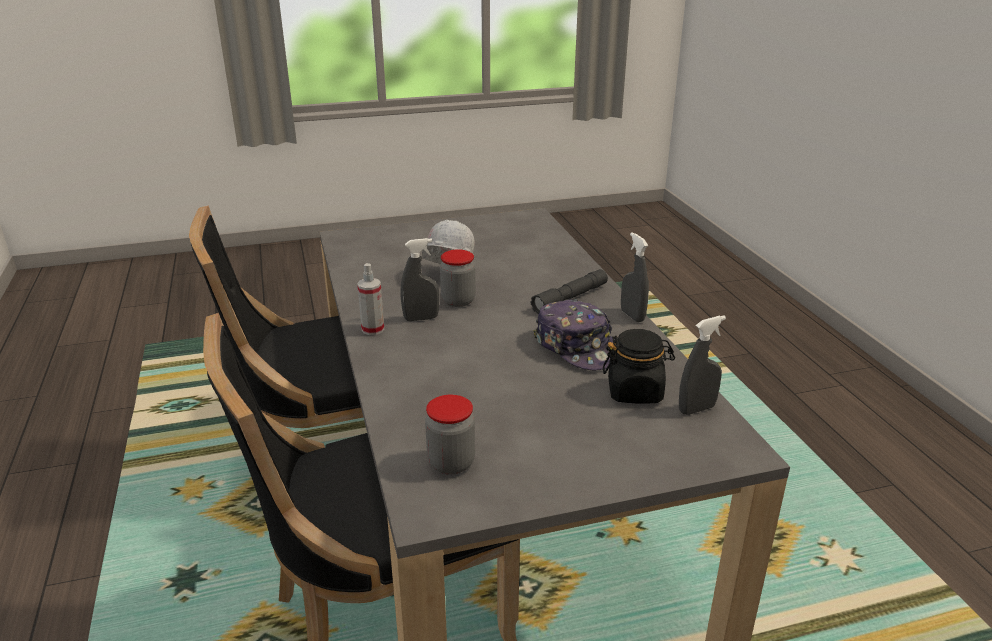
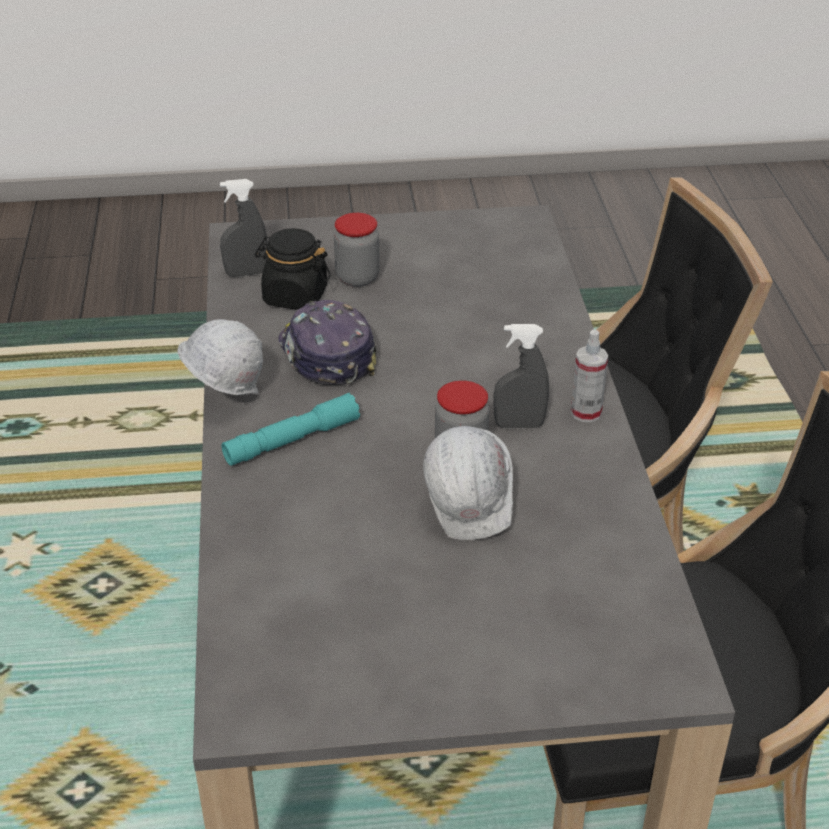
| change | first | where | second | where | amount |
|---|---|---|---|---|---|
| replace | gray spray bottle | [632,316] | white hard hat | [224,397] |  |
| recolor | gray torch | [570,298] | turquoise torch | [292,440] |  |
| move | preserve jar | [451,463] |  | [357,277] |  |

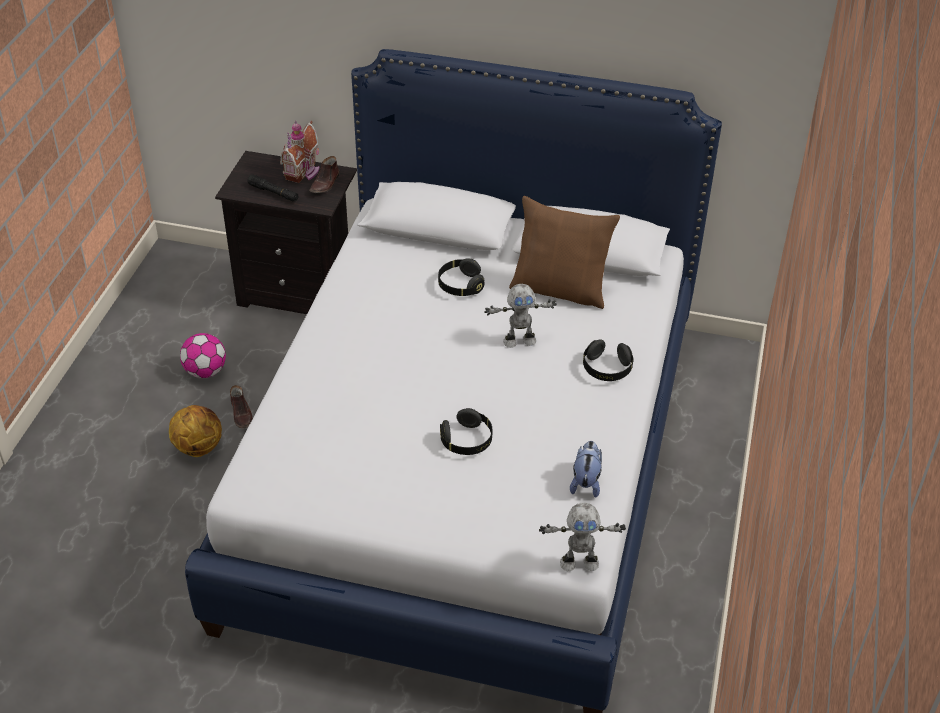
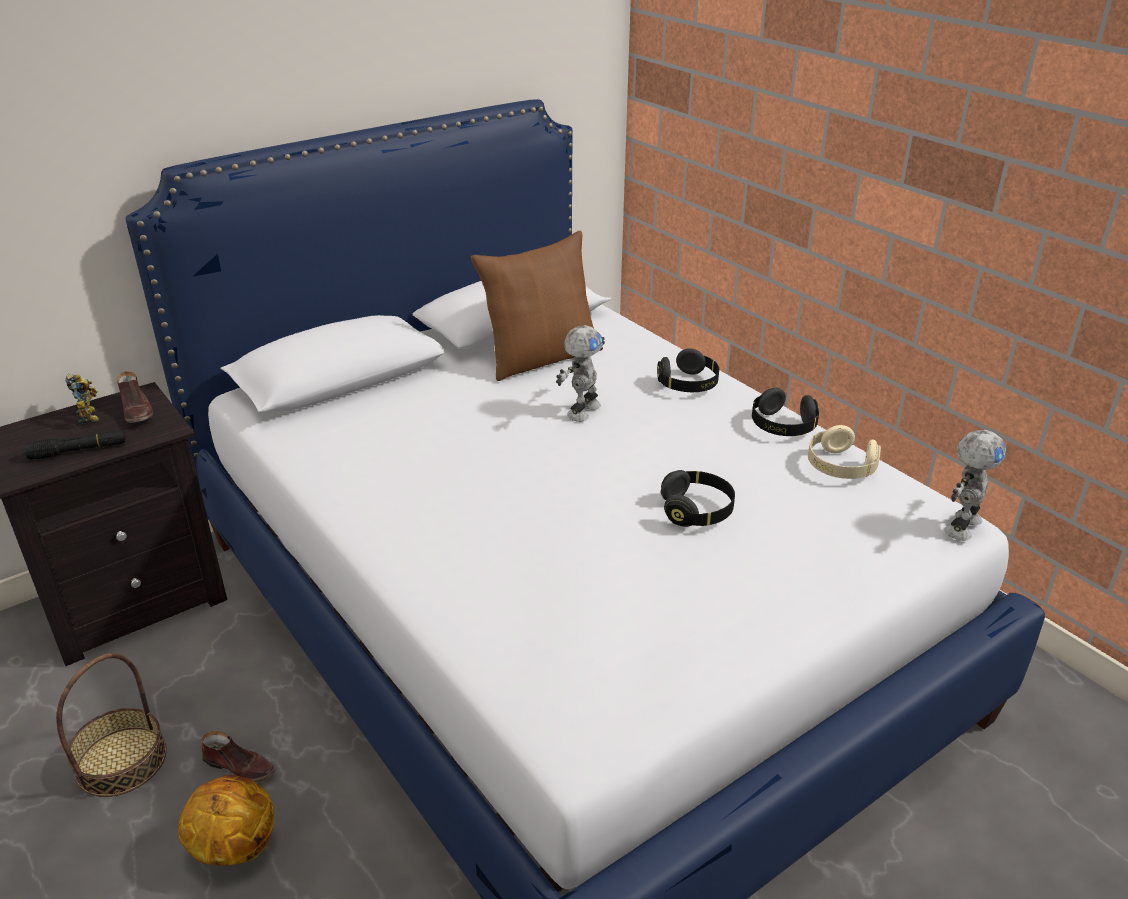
| change | first | where | second | where | amount |
|---|---|---|---|---|---|
| replace | model house | [304,172] | model robot | [90,415] |  |
| move | black-coloured headset | [460,285] |  | [782,426] |  |
| replace | ball for football | [205,371] | storage basket | [121,761] |  |
| replace | soft toy | [586,482] | beige-coloured headset | [840,467] |  |

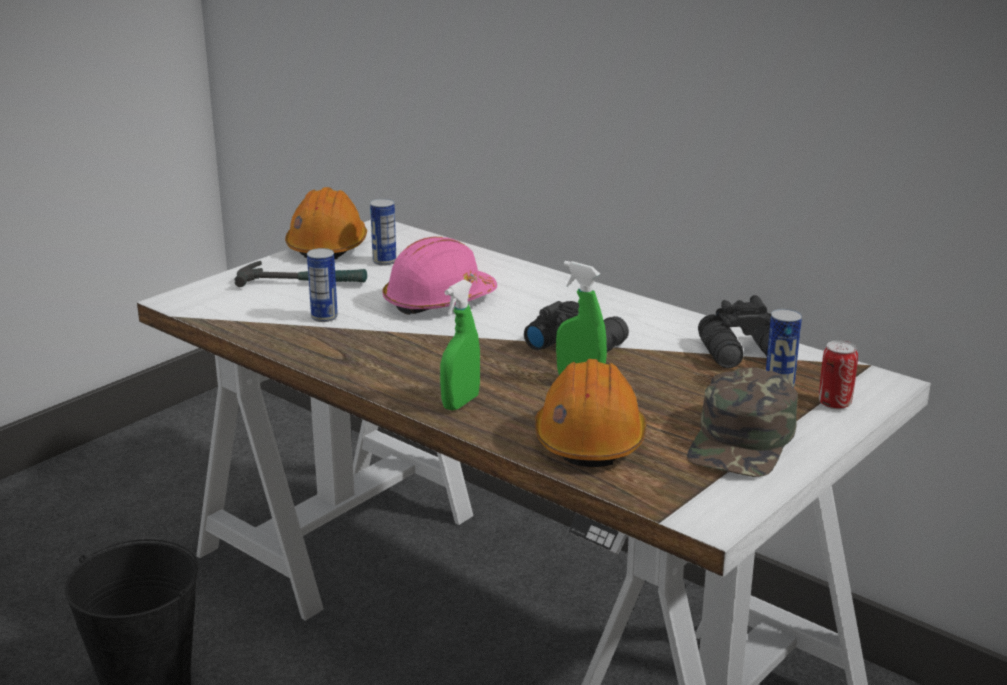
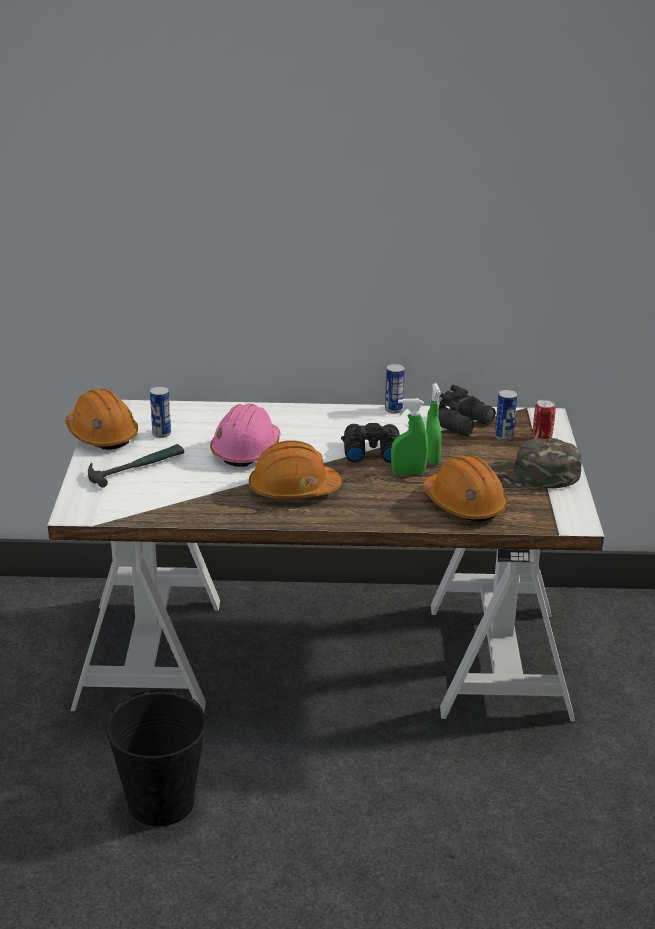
| change | first | where | second | where | amount |
|---|---|---|---|---|---|
| move | sealed can | [324,317] |  | [393,409] |  |
| move | greenish spray bottle | [460,402] |  | [432,459] |  |
| rotate | greenish peaked cap | [743,441] |  | [532,475] | 105 degrees clockwise |
| insert |  |  | orange-coloured hard hat | [293,489] |  |

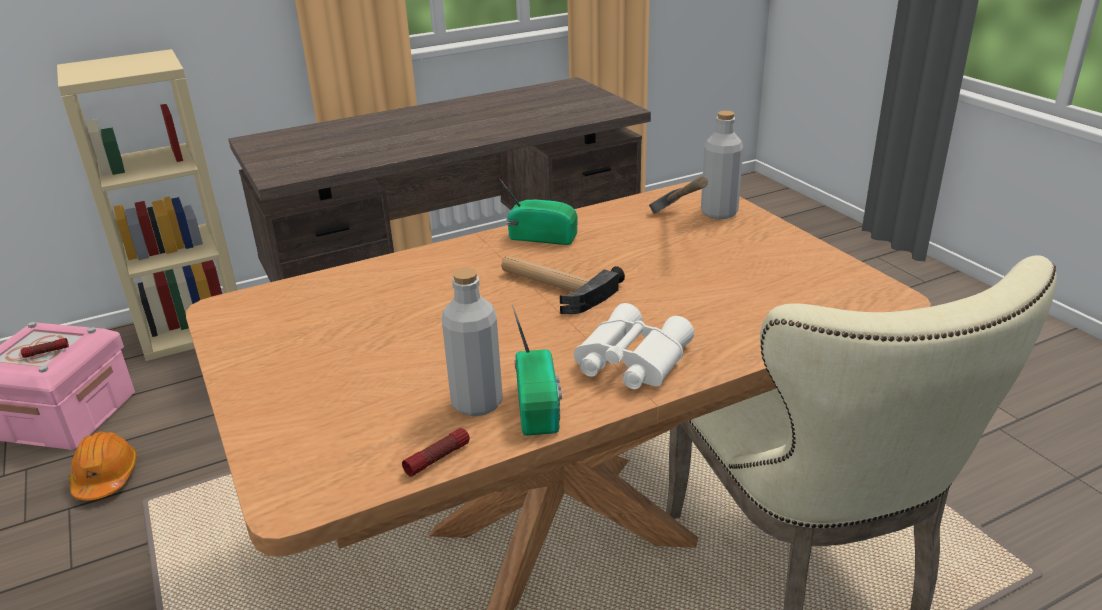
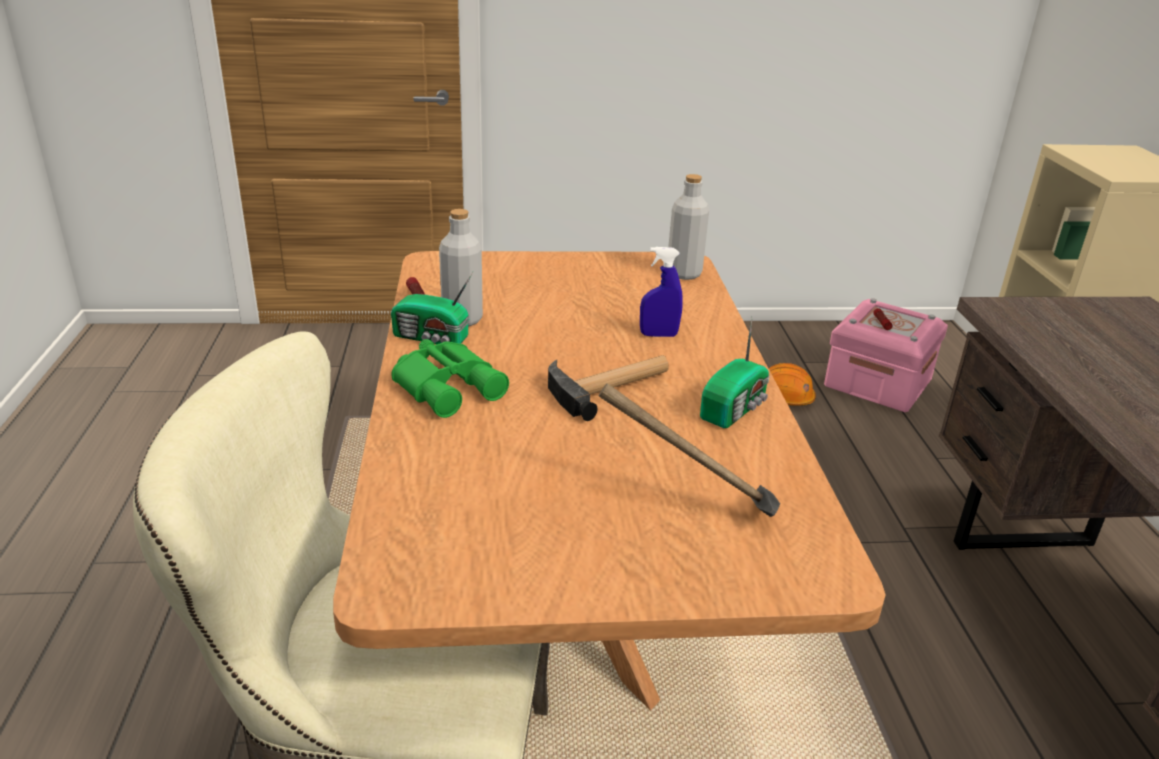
| change | first | where | second | where | amount |
|---|---|---|---|---|---|
| move | gray beverage bottle | [719,213] |  | [684,273] |  |
| recolor | white pair of binoculars | [629,360] | greenish pair of binoculars | [449,386] |  |
| insert |  |  | blue-coloured spray bottle | [658,335] |  |

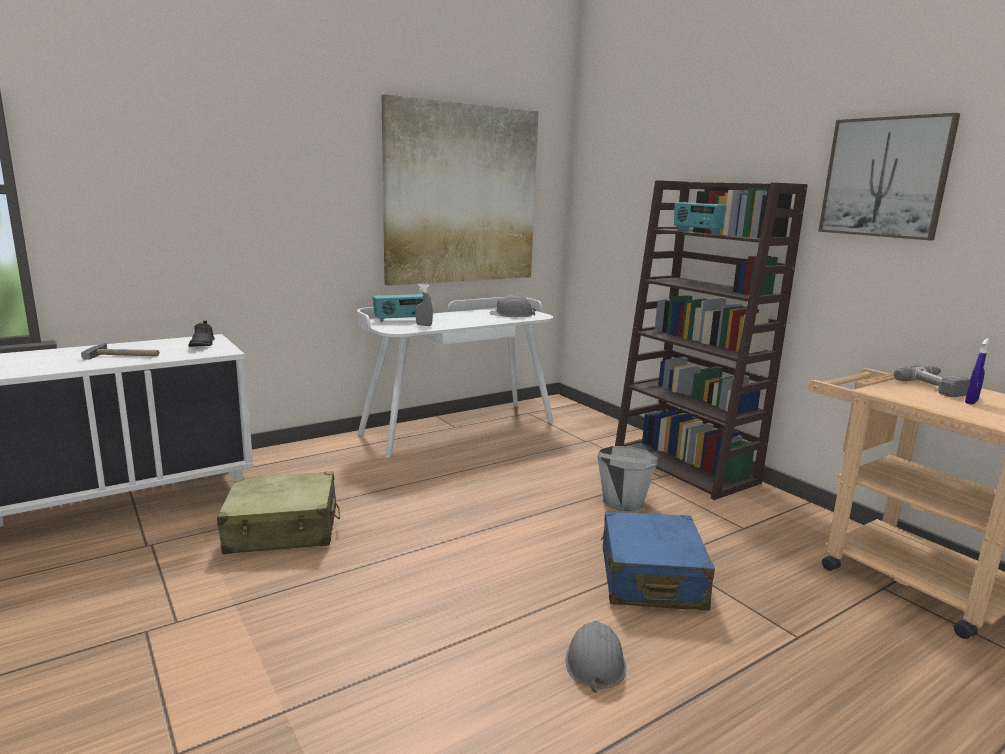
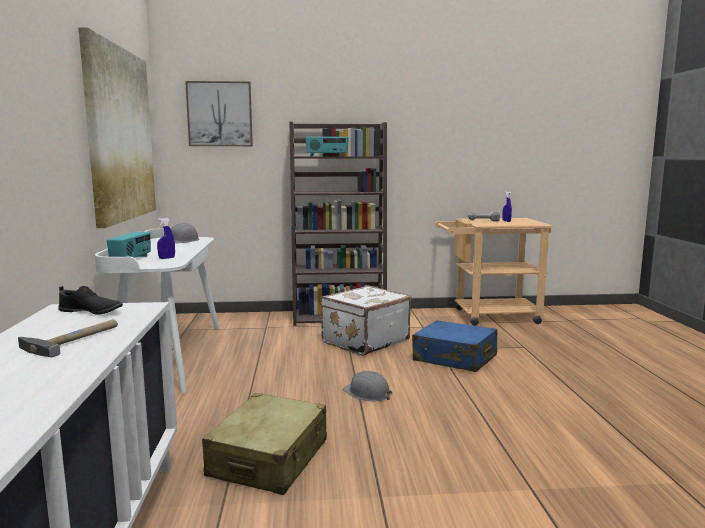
| change | first | where | second | where | amount |
|---|---|---|---|---|---|
| move | wall art | [885,177] |  | [220,114] |  |
| recolor | gray spray bottle | [424,325] | blue-coloured spray bottle | [166,258] |  |
| replace | gray bucket | [623,502] | white travel case | [364,341] |  |
| move | gray hard hat | [594,661] |  | [367,393] |  |

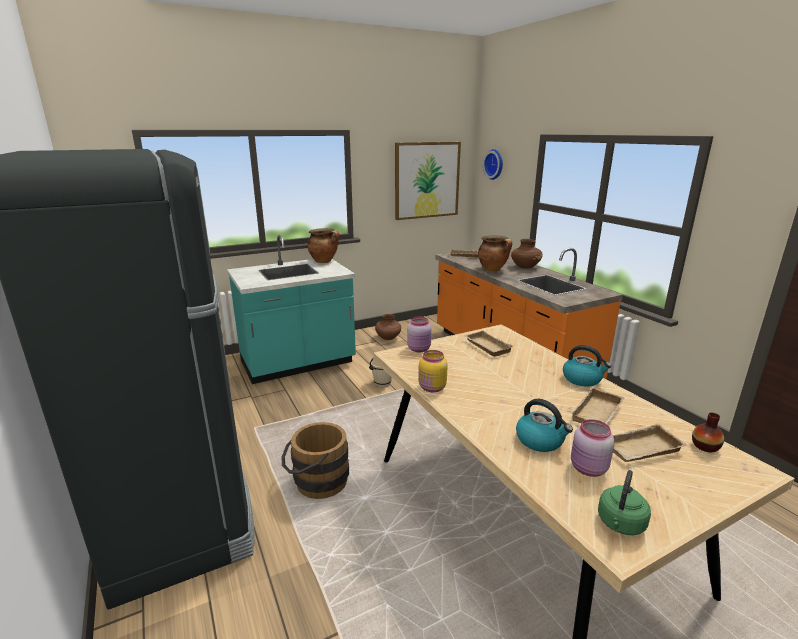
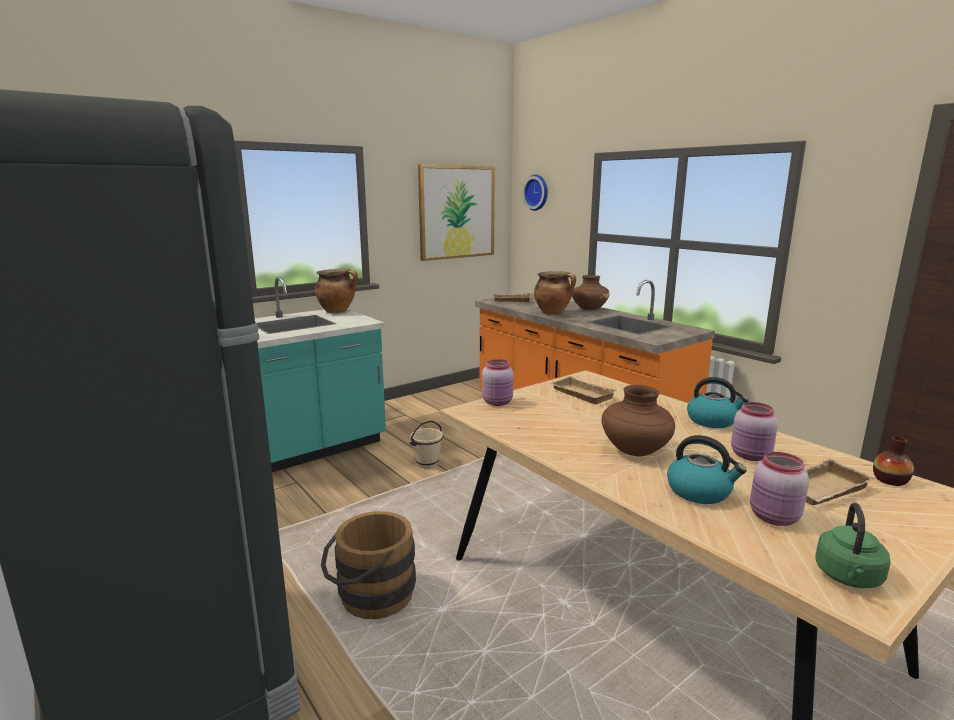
| change | first | where | second | where | amount |
|---|---|---|---|---|---|
| move | brown decorative vase | [388,338] |  | [635,450] |  |
| delete | yellowish preserve jar | [432,388] |  |  |  |
| replace | beige-coloured carrying tray | [598,414] | pink-coloured preserve jar | [751,456] |  |

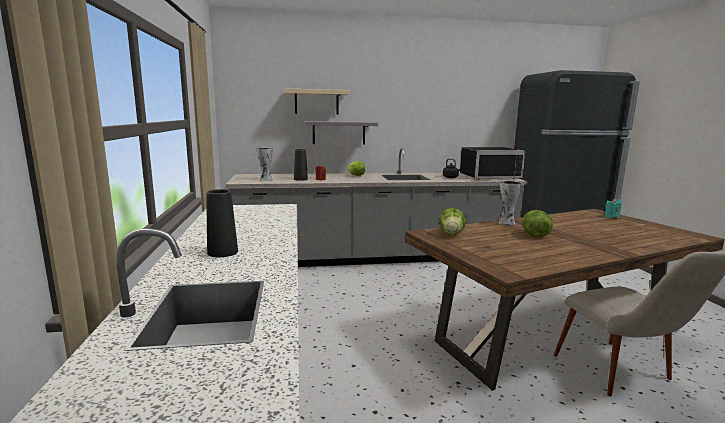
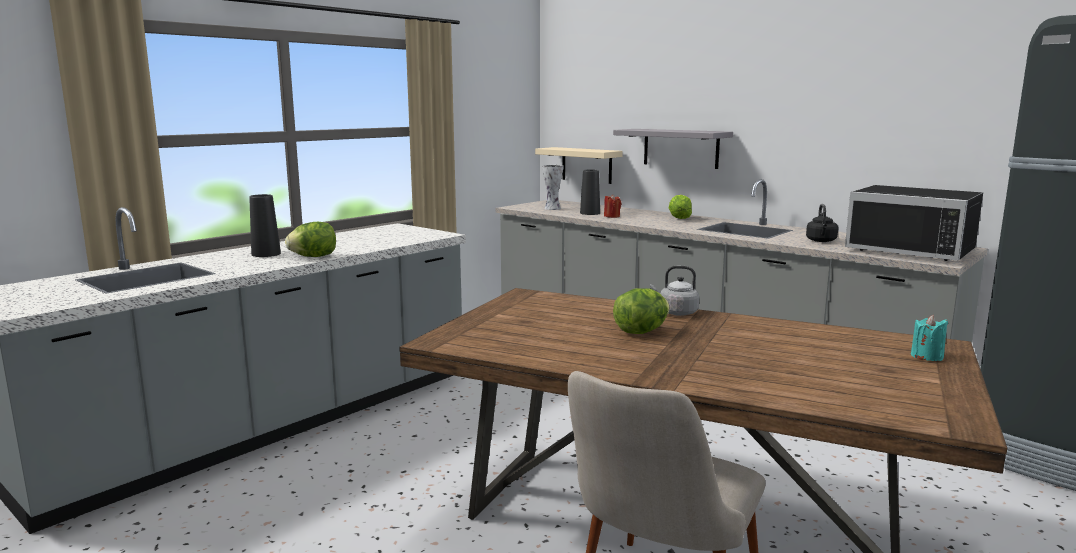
| change | first | where | second | where | amount |
|---|---|---|---|---|---|
| move | beige-coloured wall shelf | [316,102] |  | [586,165] |  |
| replace | decorative vase | [506,223] | gray water kettle | [676,312] |  |
| move | head of lettuce | [451,234] |  | [314,257] |  |

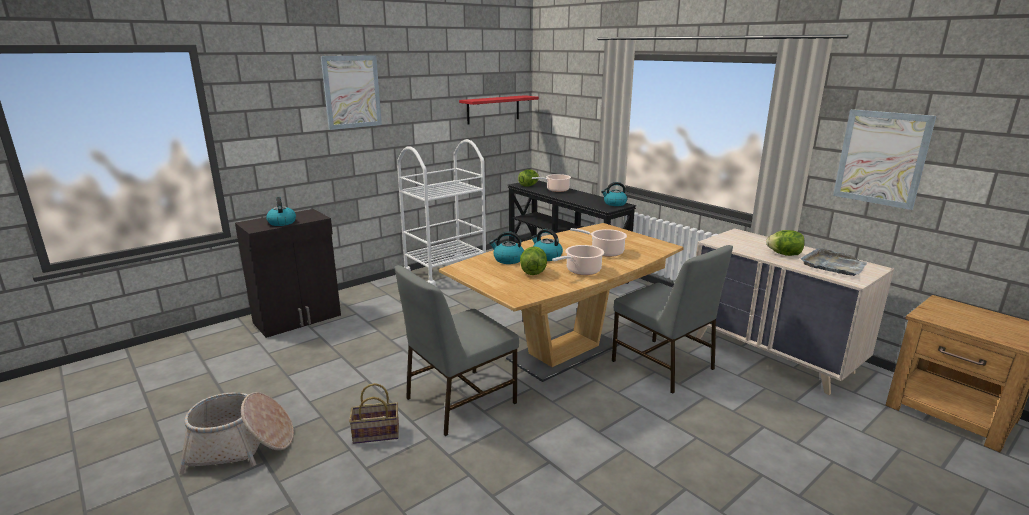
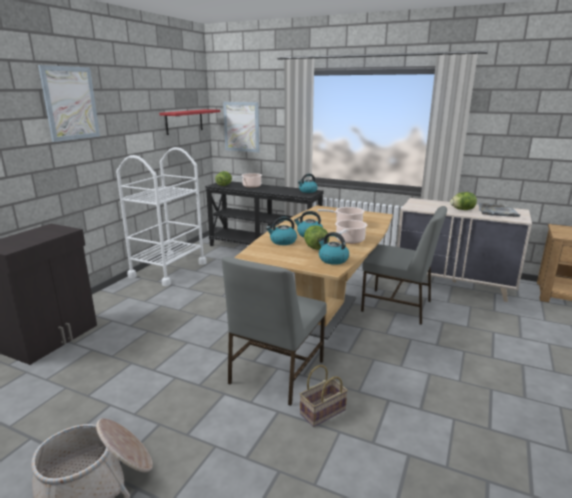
| change | first | where | second | where | amount |
|---|---|---|---|---|---|
| move | wall art | [881,158] |  | [241,127] |  |
| move | water kettle | [281,222] |  | [332,260] |  |
| move | storage basket | [375,434] |  | [322,413] |  |

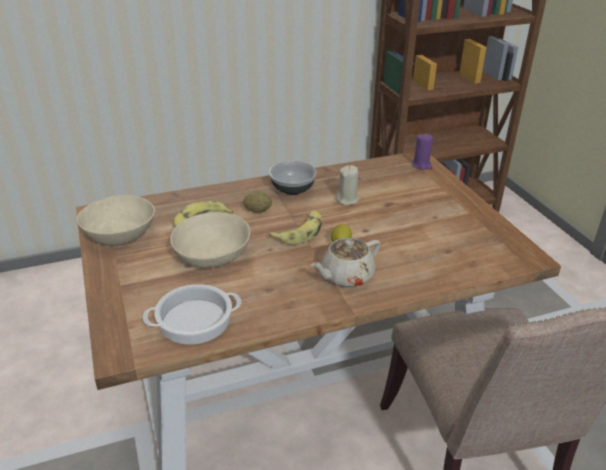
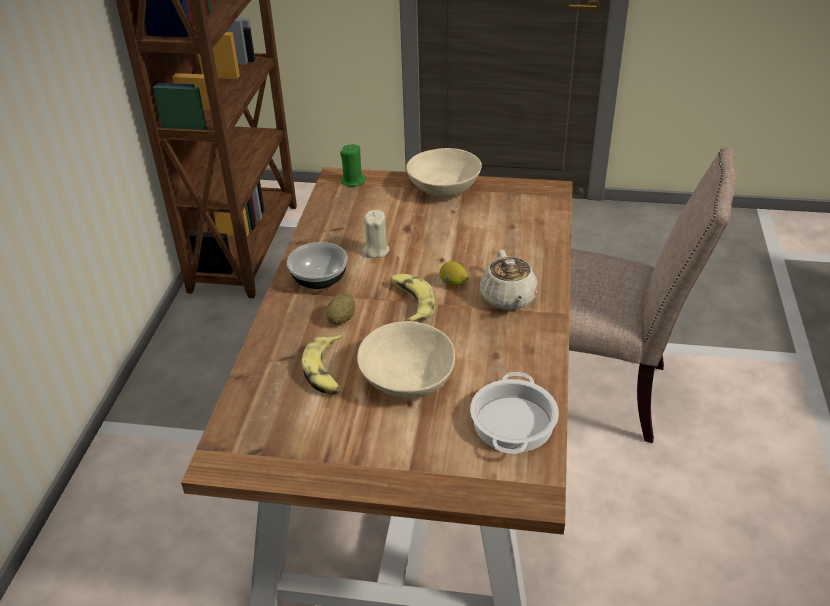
| change | first | where | second | where | amount |
|---|---|---|---|---|---|
| recolor | purple candle | [421,165] | greenish candle | [353,181] |  |
| move | beige-coloured deep dish | [121,236] |  | [445,188] |  |

